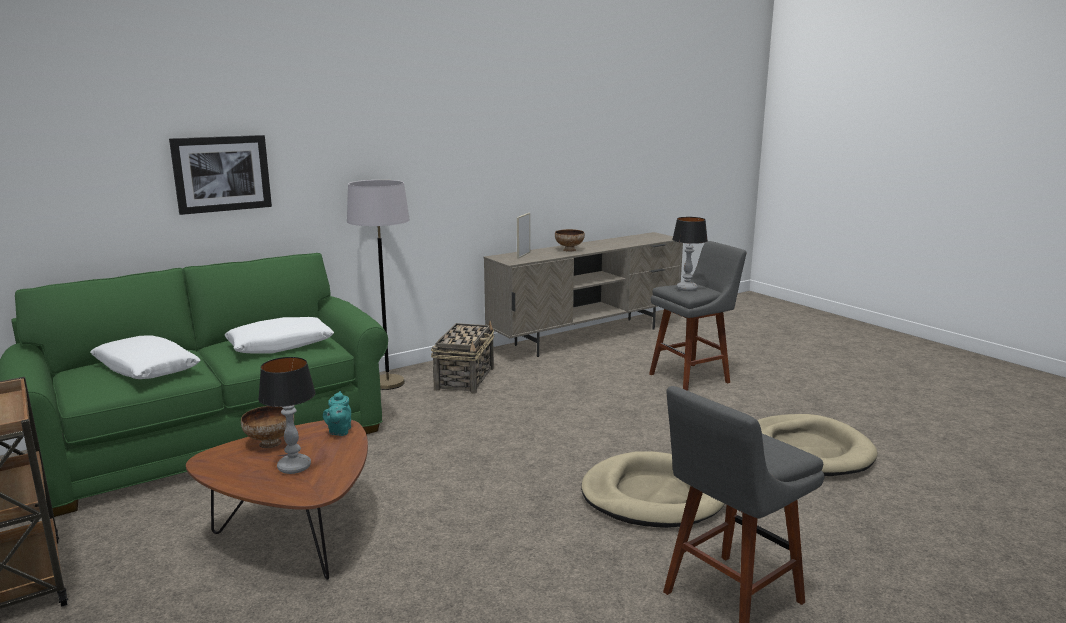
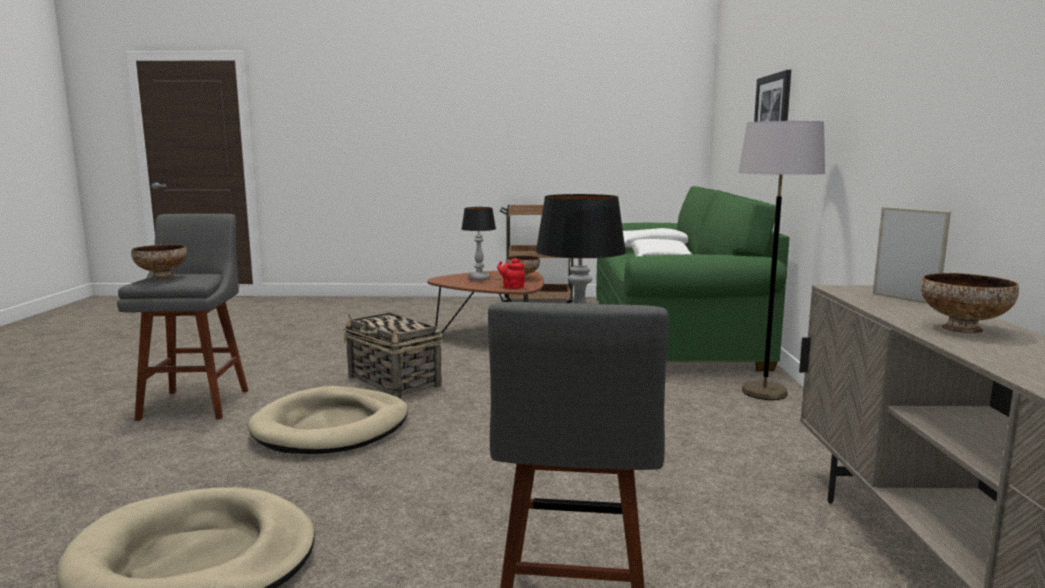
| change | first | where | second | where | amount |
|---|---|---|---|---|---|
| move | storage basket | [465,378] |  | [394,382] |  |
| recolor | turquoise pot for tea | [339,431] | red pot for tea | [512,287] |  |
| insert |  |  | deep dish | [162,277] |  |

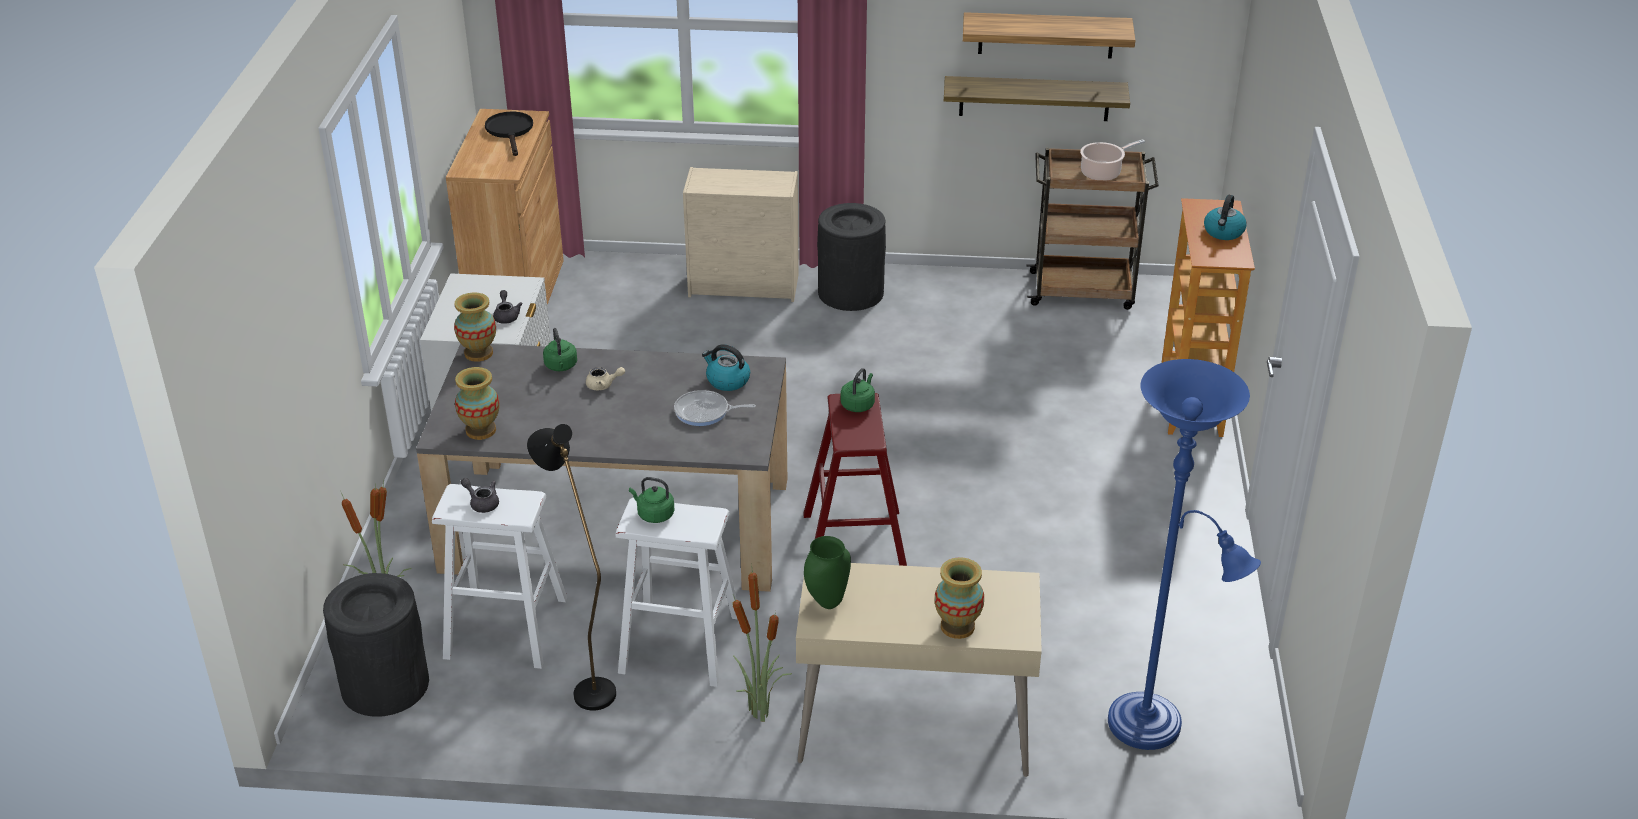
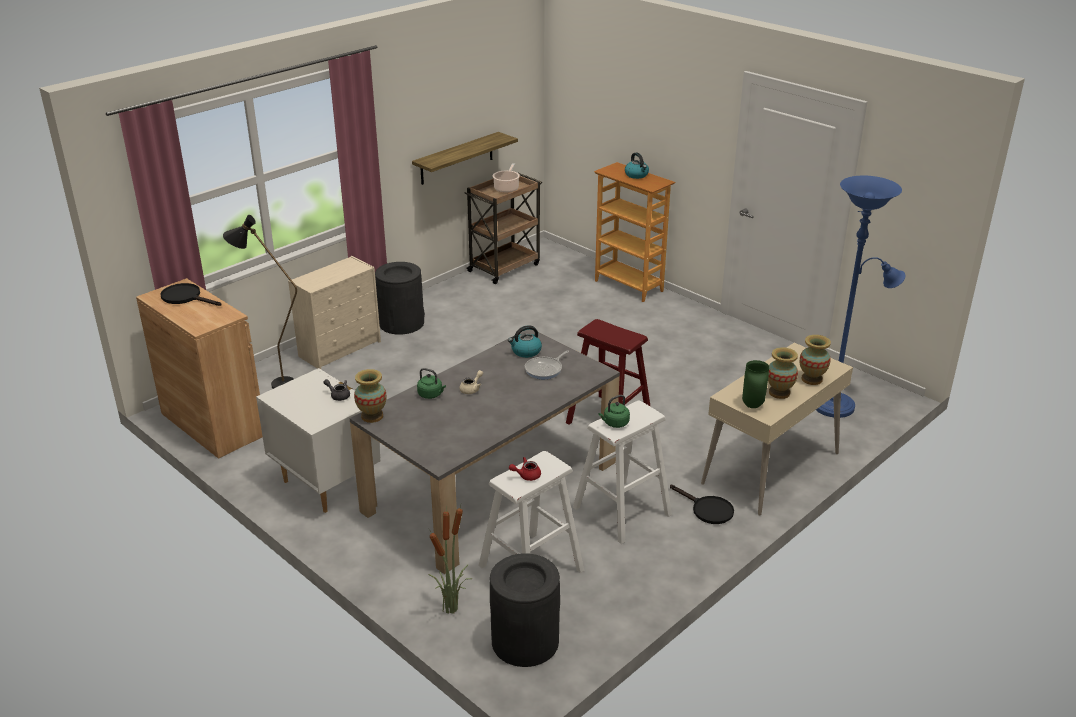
| change | first | where | second | where | amount |
|---|---|---|---|---|---|
| delete | wall shelf | [1046,35] |  |  |  |
| move | decorative vase | [480,430] |  | [779,393] |  |
| delete | greenish water kettle | [858,404] |  |  |  |
| move | black-coloured standard lamp | [586,685] |  | [274,384] |  |
| recolor | gray pot for tea | [482,503] | red pot for tea | [526,475] |  |
| replace | plant in a pot | [760,712] | black-coloured pan | [707,510] |  |

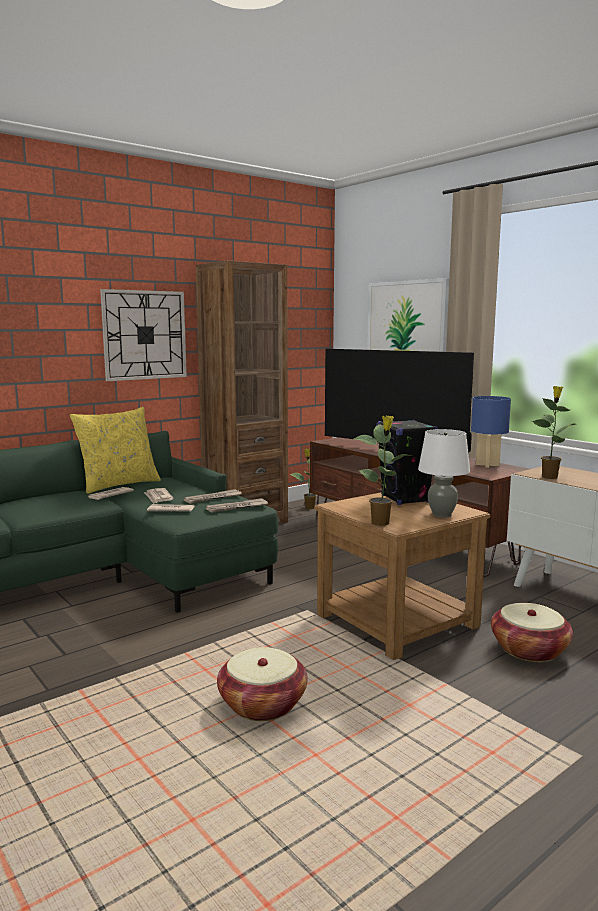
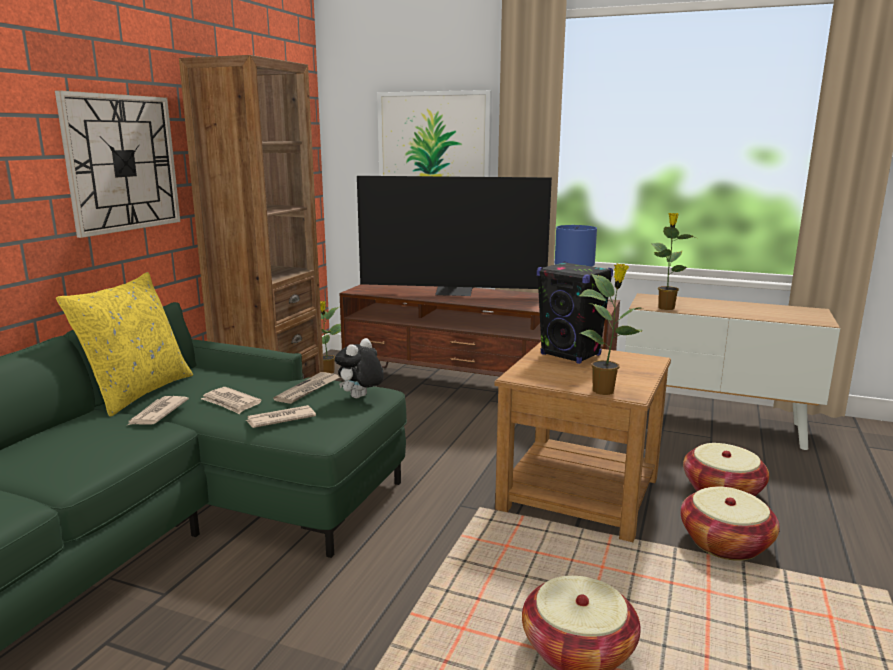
| change | first | where | second | where | amount |
|---|---|---|---|---|---|
| delete | white lamp for a table | [441,514] |  |  |  |
| replace | daily paper | [237,507] | soft toy | [360,398] |  |
| insert |  |  | storage basket | [725,543] |  |

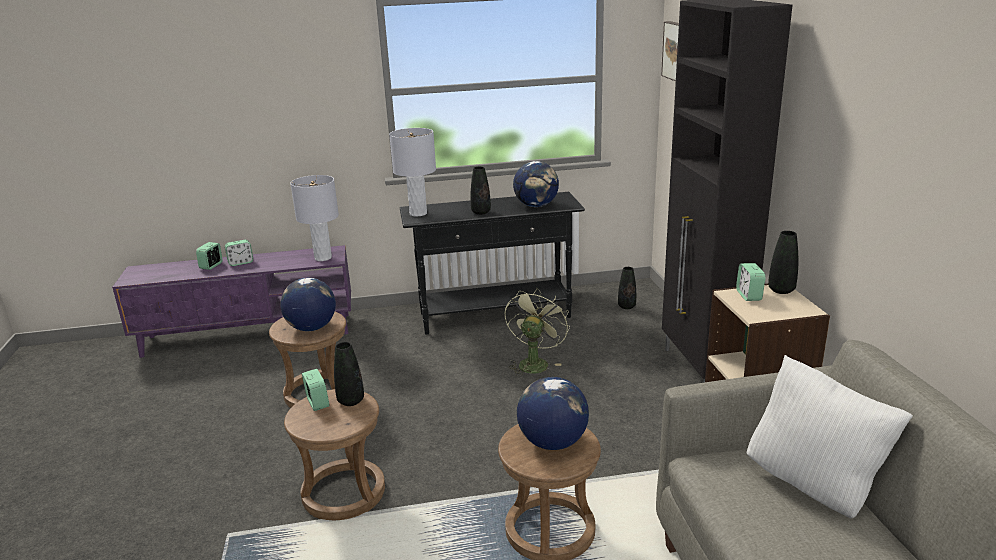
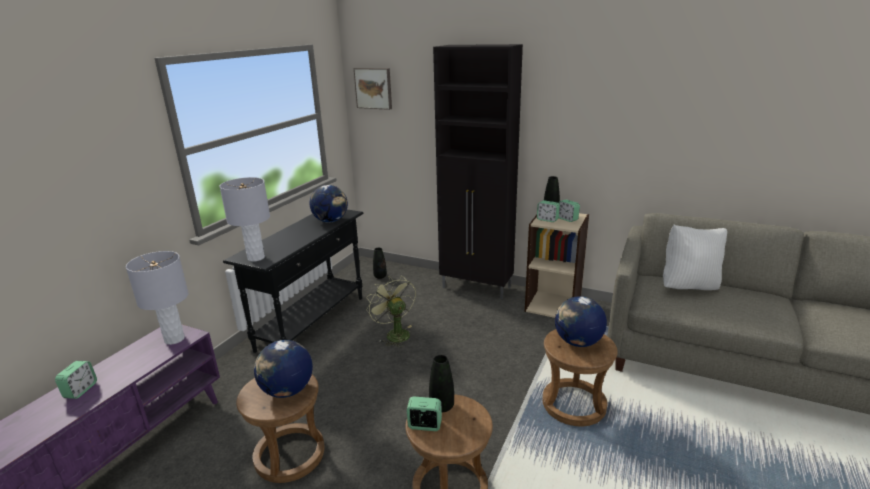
| change | first | where | second | where | amount |
|---|---|---|---|---|---|
| delete | black-coloured decorative vase | [481,212] |  |  |  |
| move | bedside clock | [211,266] |  | [567,219] |  |

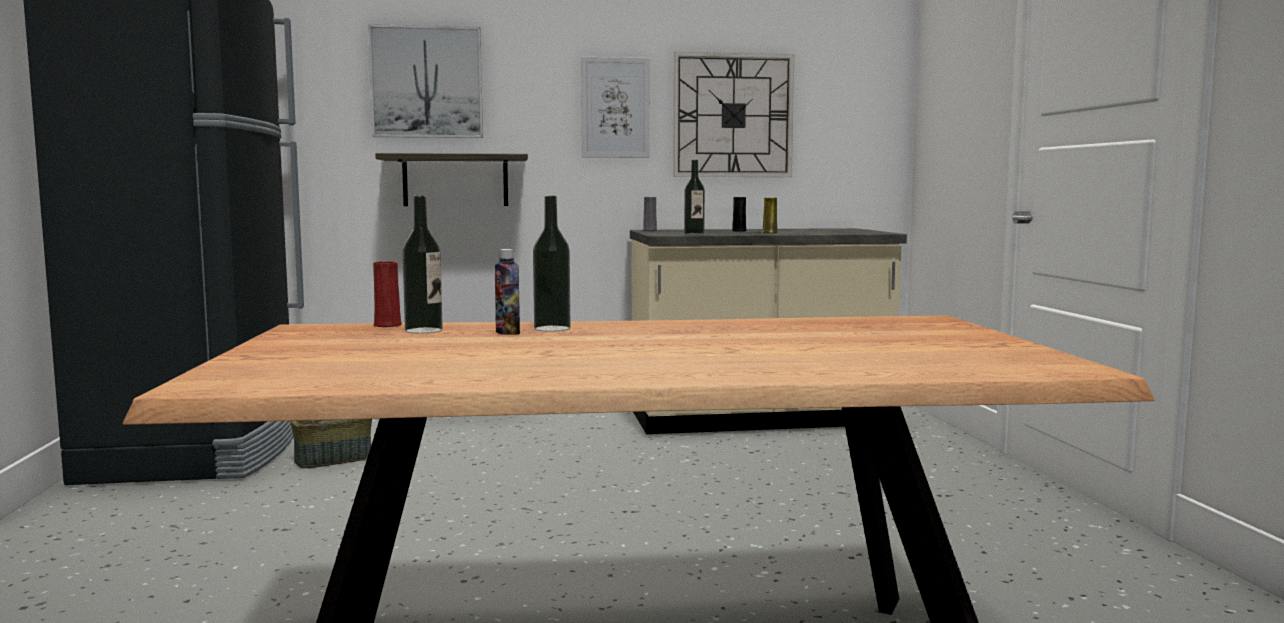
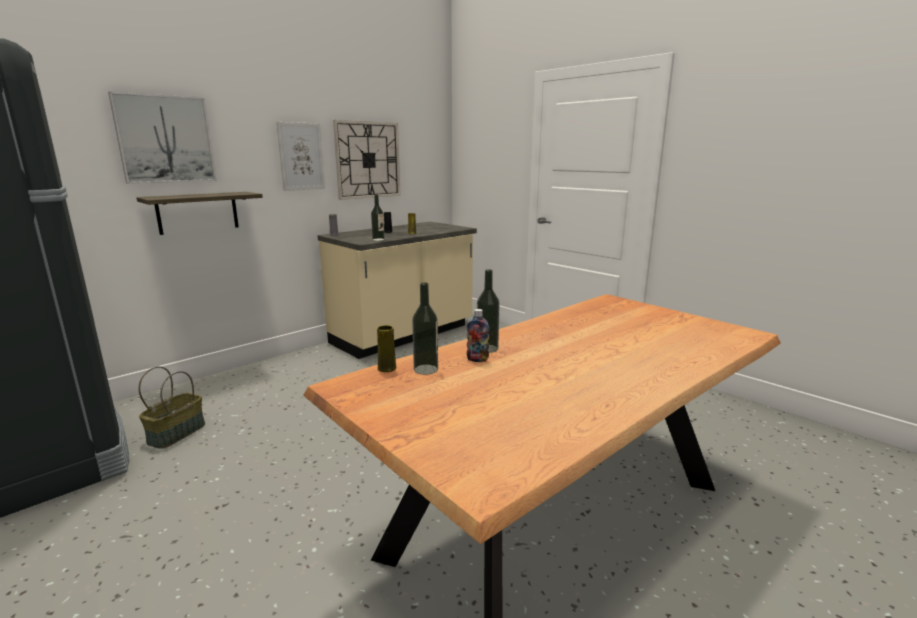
| change | first | where | second | where | amount |
|---|---|---|---|---|---|
| recolor | red decorative vase | [387,325] | yellowish decorative vase | [387,368] |  |

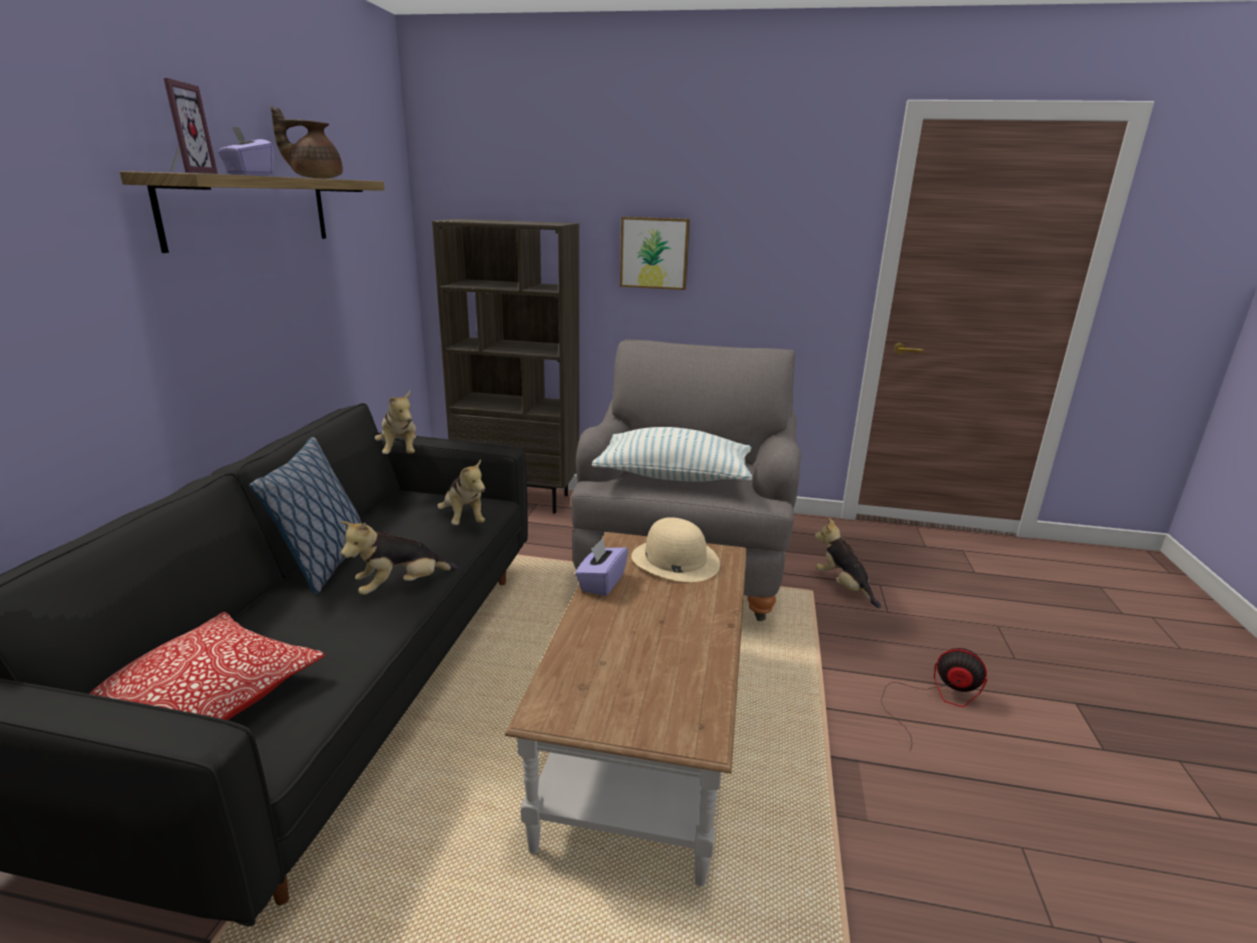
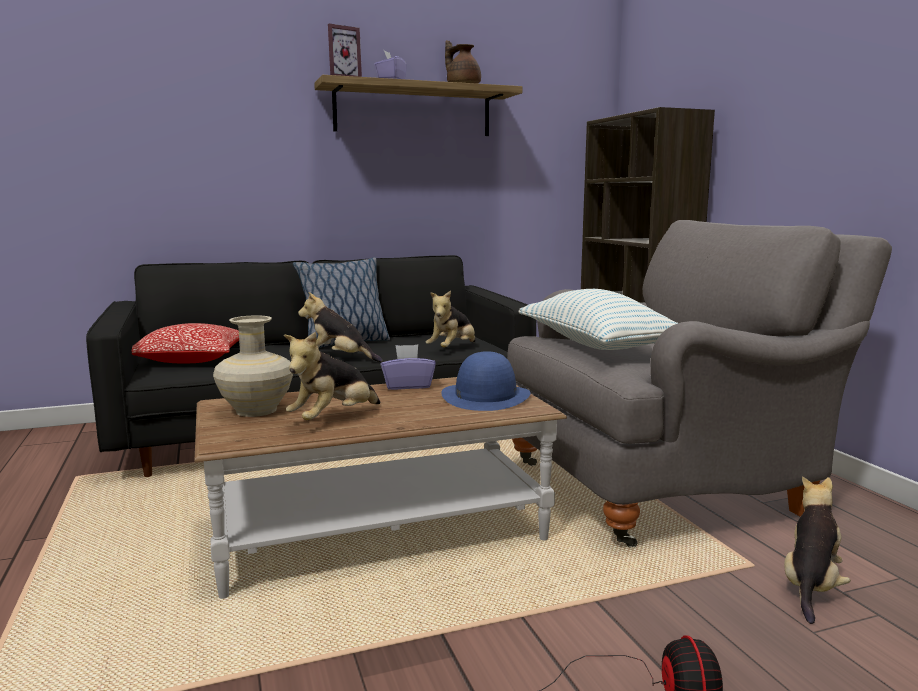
| change | first | where | second | where | amount |
|---|---|---|---|---|---|
| delete | wall art | [654,253] |  |  |  |
| move | soft toy | [400,452] |  | [334,419] |  |
| recolor | beige-coloured hat | [674,560] | blue-coloured hat | [485,396] |  |
| insert |  |  | beige-coloured decorative vase | [255,410] |  |

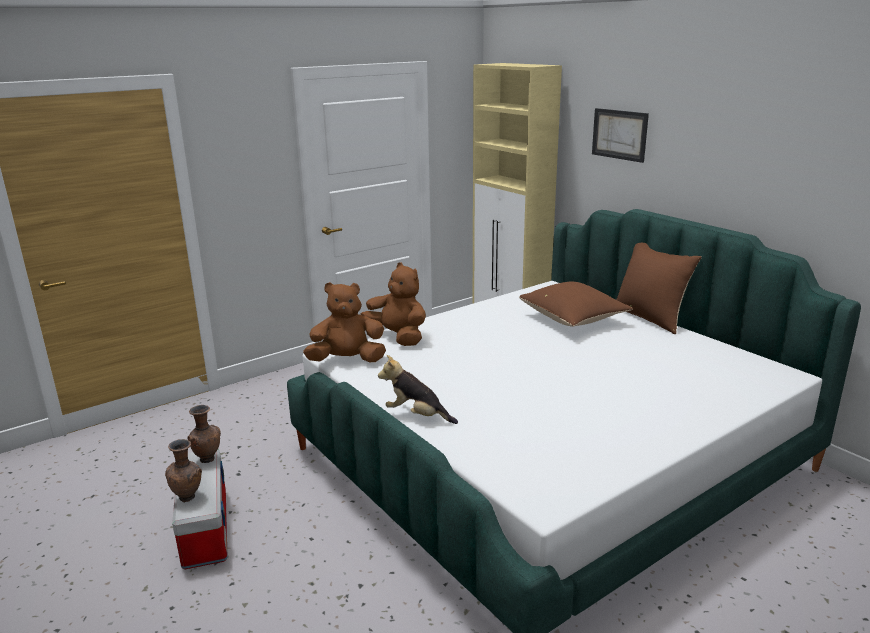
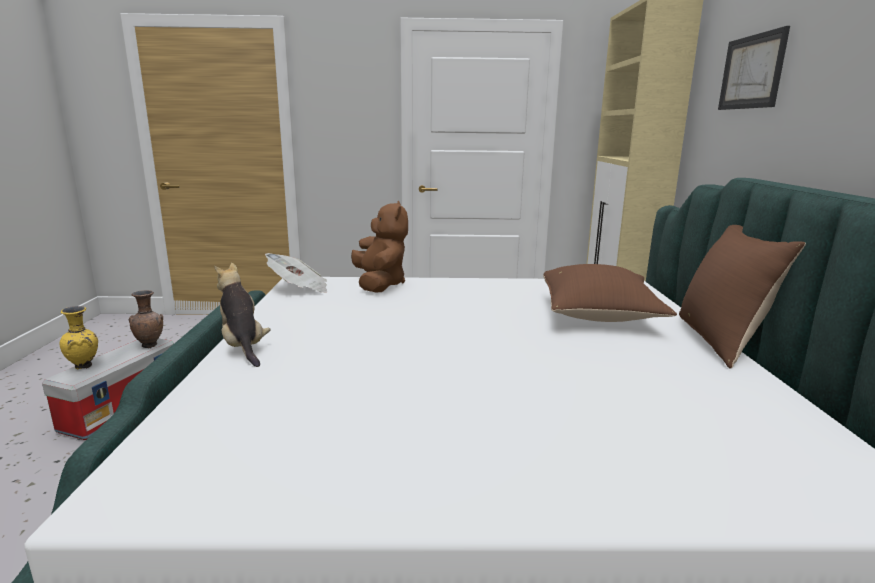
| change | first | where | second | where | amount |
|---|---|---|---|---|---|
| replace | brown soft toy | [347,360] | daily paper | [299,289] |  |
| recolor | brown decorative vase | [188,497] | yellowish decorative vase | [84,366] |  |

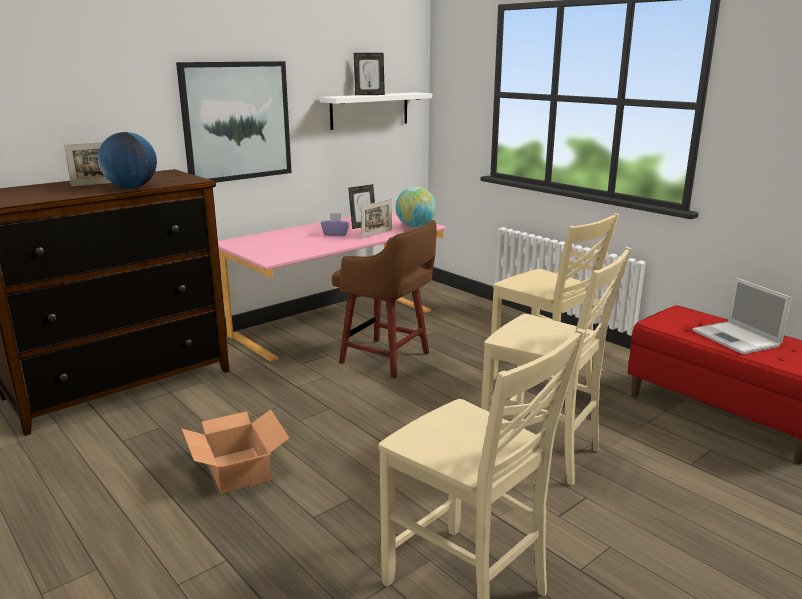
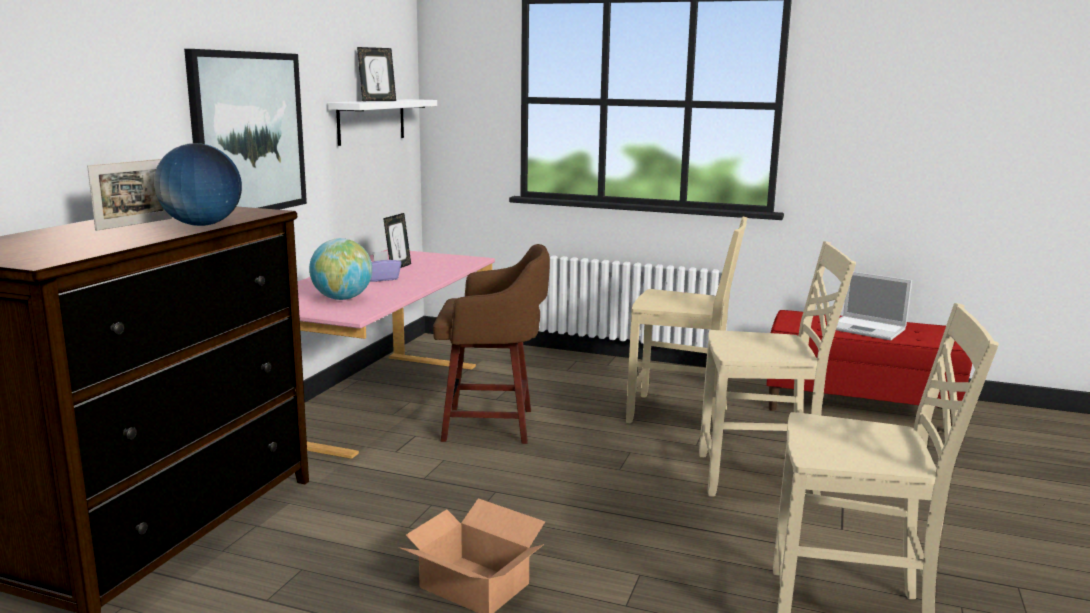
| change | first | where | second | where | amount |
|---|---|---|---|---|---|
| move | globe | [415,227] |  | [342,298] |  |
| delete | photo frame | [377,234] |  |  |  |

